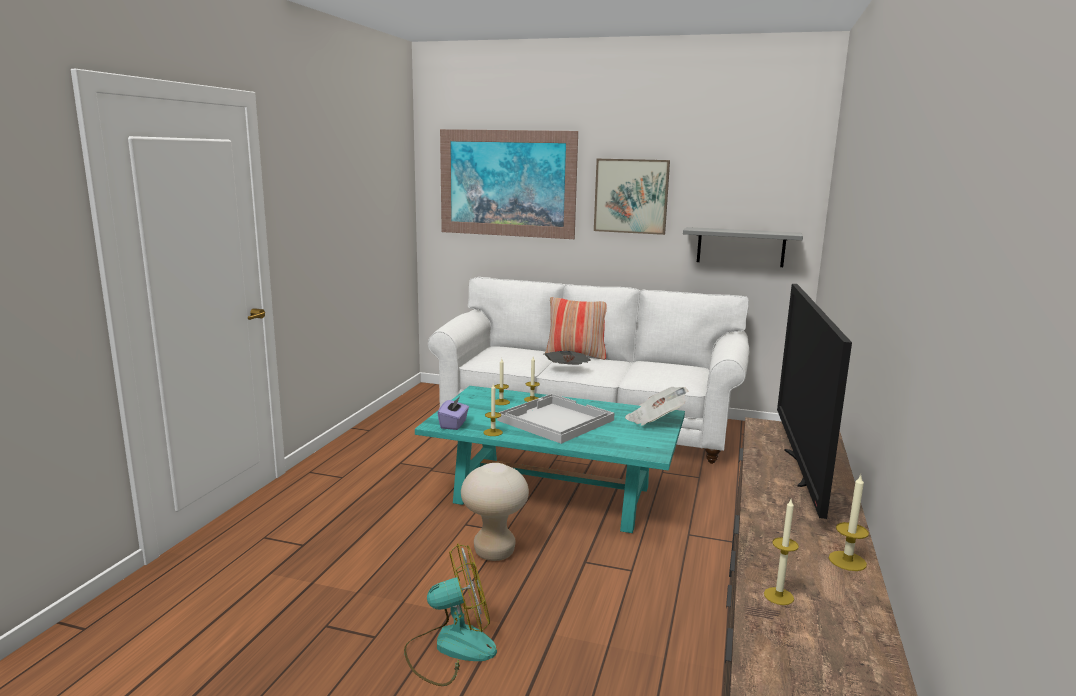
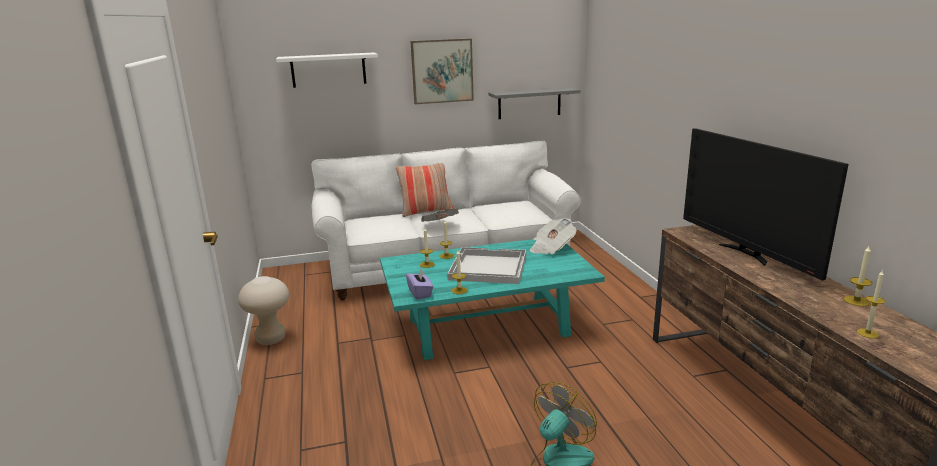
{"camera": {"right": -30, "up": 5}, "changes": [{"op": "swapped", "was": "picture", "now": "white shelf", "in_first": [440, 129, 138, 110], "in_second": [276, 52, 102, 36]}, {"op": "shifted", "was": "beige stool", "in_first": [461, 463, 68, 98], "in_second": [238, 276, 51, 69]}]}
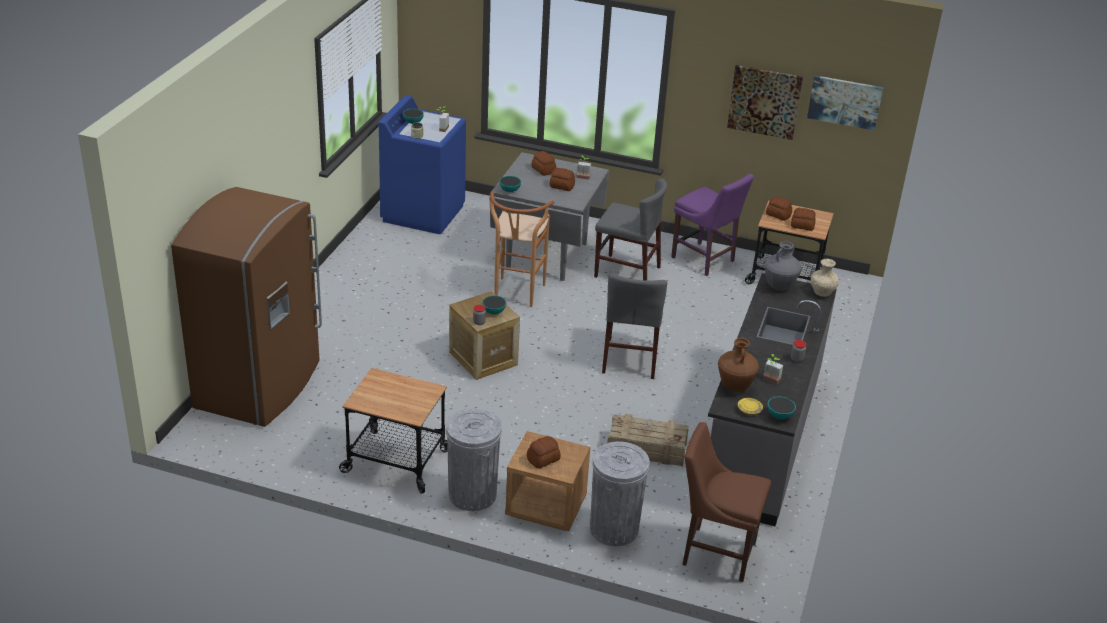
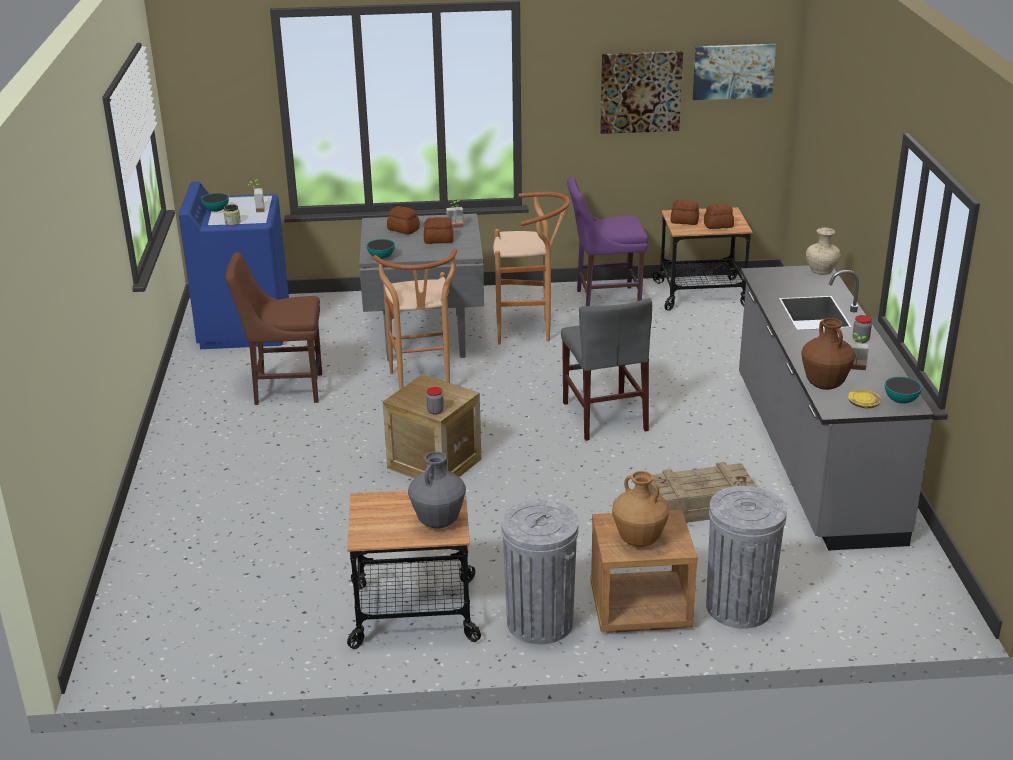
{"camera": {"right": -20, "up": -5}, "changes": [{"op": "gone", "was": "brown fridge", "in_first": [171, 187, 151, 240]}, {"op": "gone", "was": "bowl", "in_first": [482, 296, 24, 18]}, {"op": "swapped", "was": "bread", "now": "brown vase", "in_first": [527, 436, 34, 32], "in_second": [612, 471, 57, 76]}, {"op": "swapped", "was": "grey chair", "now": "brown stool", "in_first": [594, 178, 74, 102], "in_second": [493, 192, 77, 153]}, {"op": "rotated", "was": "purple chair", "in_first": [671, 174, 83, 102], "in_second": [567, 177, 81, 129], "clockwise": 150}, {"op": "shifted", "was": "brown chair", "in_first": [682, 422, 89, 160], "in_second": [225, 252, 97, 153]}, {"op": "shifted", "was": "grey vase", "in_first": [765, 242, 36, 49], "in_second": [408, 451, 58, 78]}]}
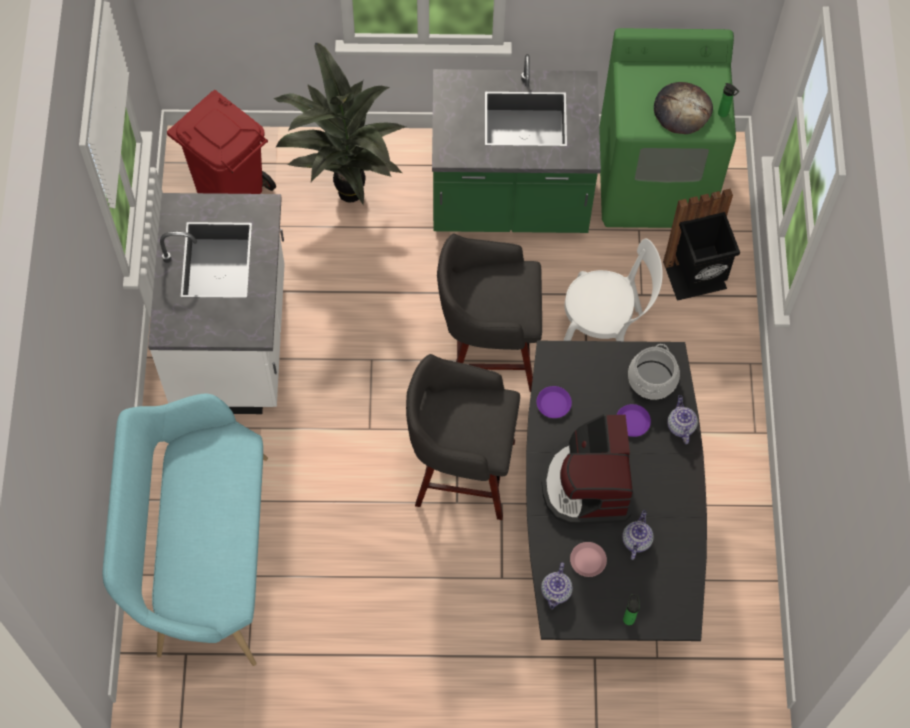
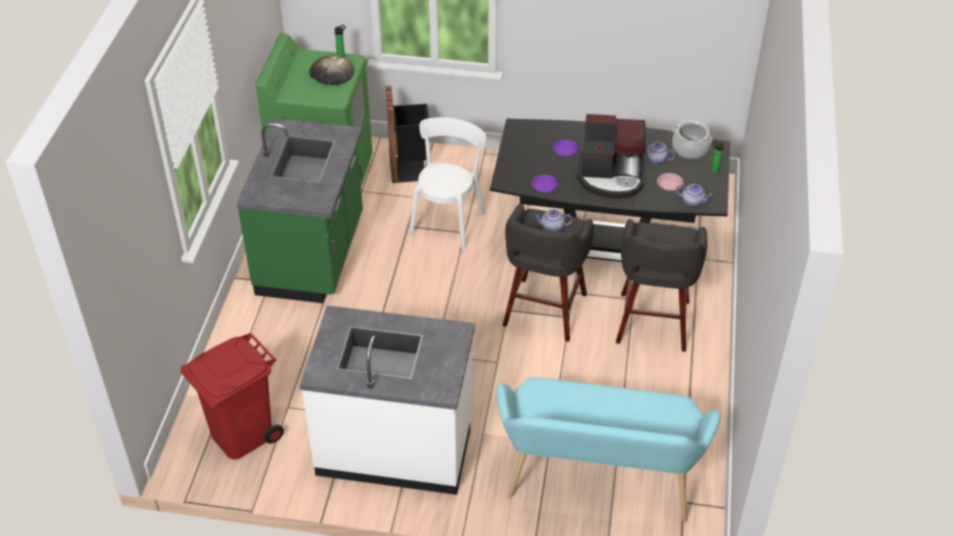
{"camera": {"right": -80, "up": -20}, "changes": [{"op": "gone", "was": "potted plant", "in_first": [274, 43, 132, 163]}, {"op": "shifted", "was": "grey stool", "in_first": [437, 234, 105, 158], "in_second": [616, 219, 91, 133]}, {"op": "shifted", "was": "cooking pot", "in_first": [628, 344, 52, 56], "in_second": [672, 121, 41, 38]}, {"op": "shifted", "was": "teapot", "in_first": [667, 395, 31, 49], "in_second": [534, 209, 39, 23]}]}
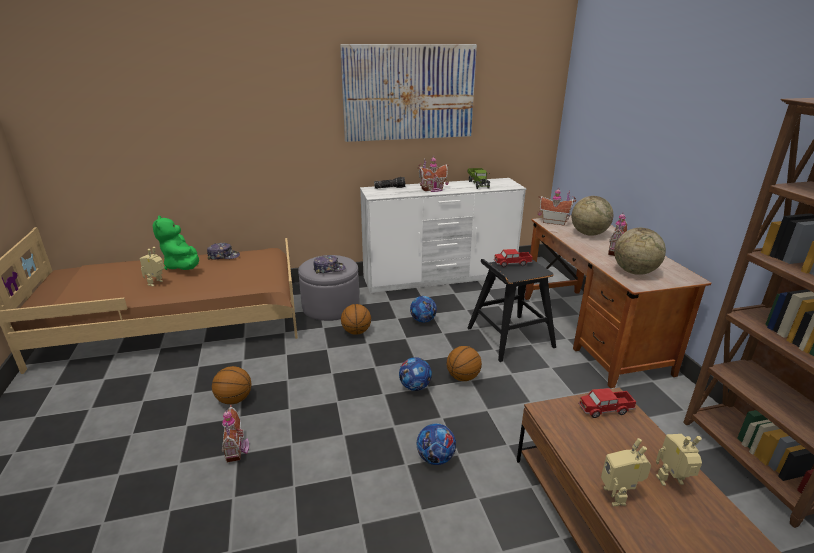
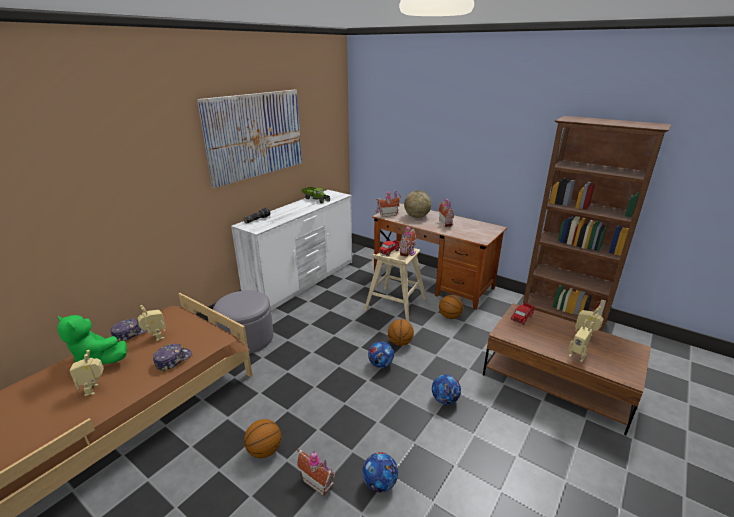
{"camera": {"right": -40, "up": 0}, "changes": [{"op": "shifted", "was": "cap", "in_first": [314, 255, 32, 19], "in_second": [153, 344, 39, 28]}, {"op": "shifted", "was": "basketball", "in_first": [341, 304, 30, 31], "in_second": [439, 295, 24, 24]}, {"op": "shifted", "was": "football", "in_first": [410, 296, 27, 27], "in_second": [362, 452, 36, 41]}, {"op": "shifted", "was": "toy house", "in_first": [418, 156, 31, 36], "in_second": [399, 227, 17, 30]}, {"op": "repainted", "was": "black stool", "now": "beige stool", "in_first": [467, 259, 89, 103], "in_second": [364, 248, 62, 74]}, {"op": "gone", "was": "globe", "in_first": [614, 228, 52, 47]}, {"op": "new", "now": "toy robot", "in_second": [137, 305, 29, 36]}]}
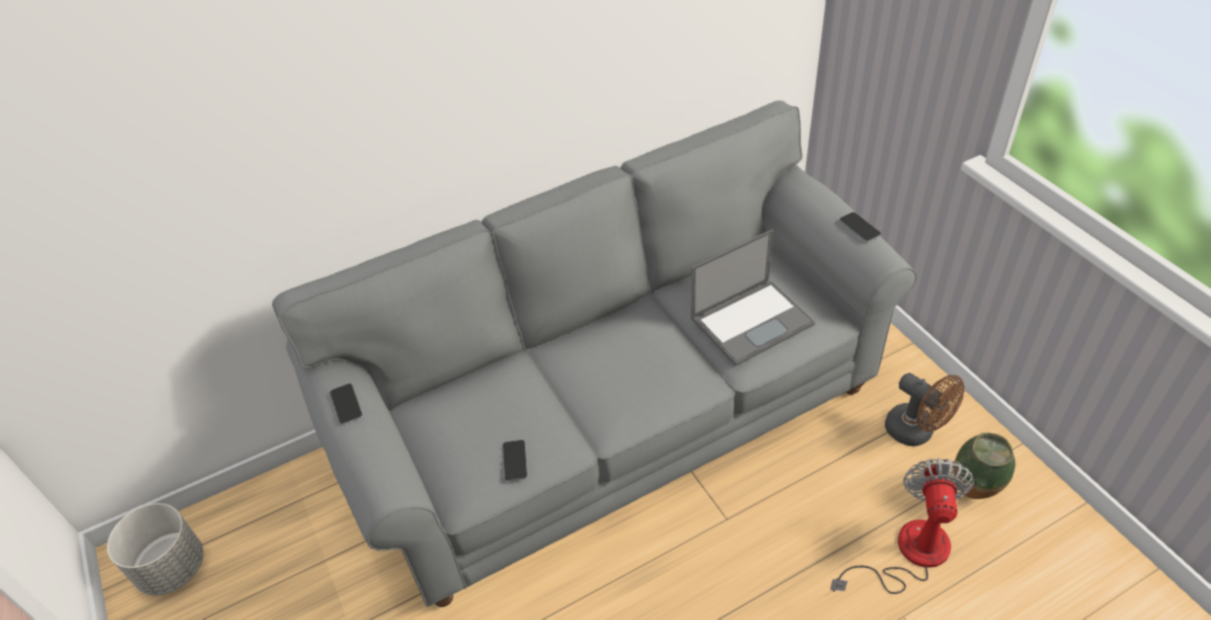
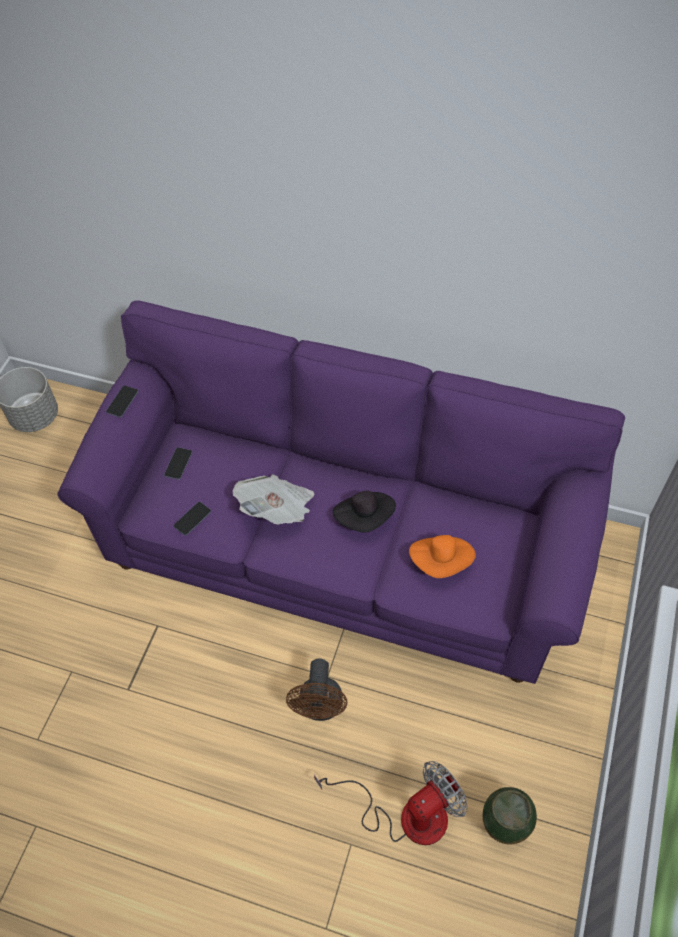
{"camera": {"right": 45, "up": 10}, "changes": [{"op": "repainted", "was": "grey sofa", "now": "purple sofa", "in_first": [272, 100, 645, 507], "in_second": [57, 300, 568, 384]}, {"op": "swapped", "was": "laptop", "now": "orange hat", "in_first": [691, 229, 124, 137], "in_second": [409, 535, 67, 43]}, {"op": "shifted", "was": "phone", "in_first": [840, 212, 41, 30], "in_second": [164, 447, 28, 33]}, {"op": "shifted", "was": "brown fan", "in_first": [885, 373, 80, 73], "in_second": [286, 659, 62, 62]}, {"op": "new", "now": "newspaper", "in_second": [232, 474, 83, 51]}, {"op": "new", "now": "black hat", "in_second": [333, 490, 63, 42]}]}
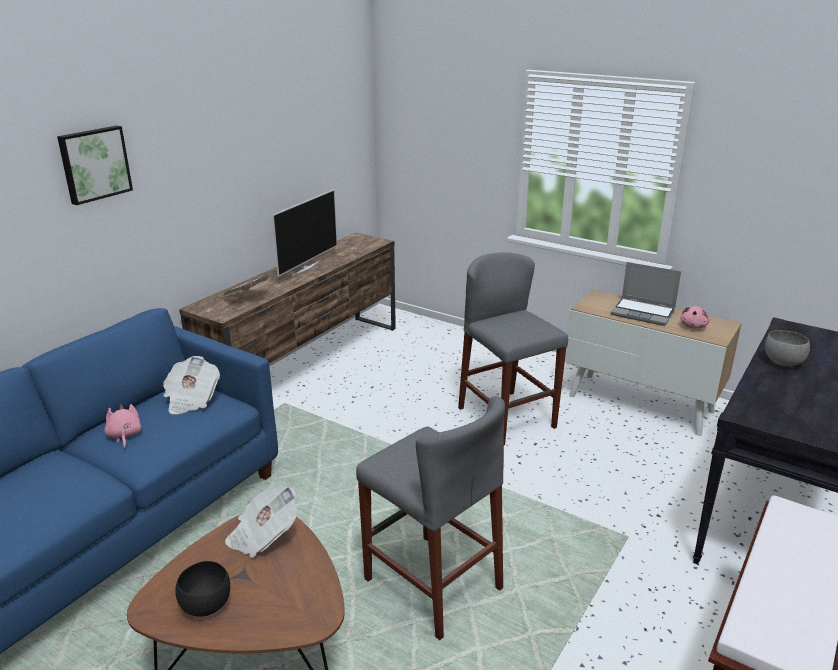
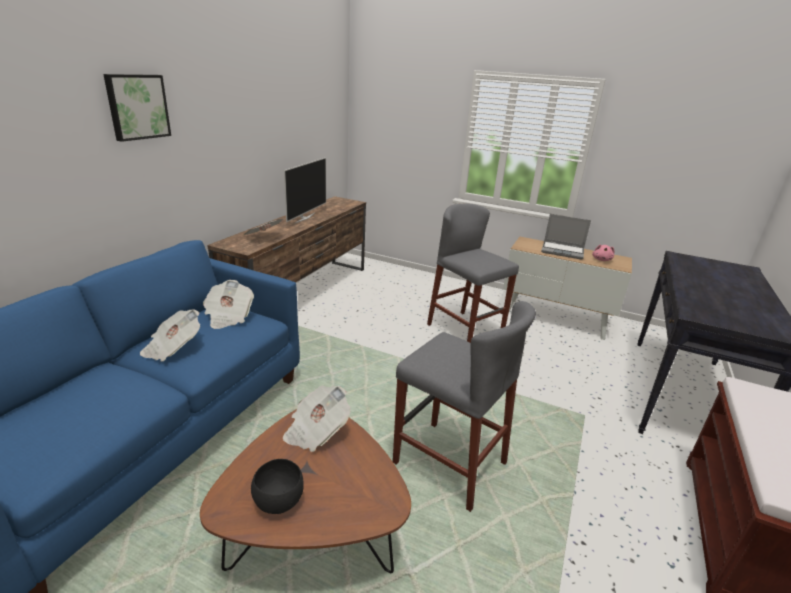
{"camera": {"right": -10, "up": 0}, "changes": [{"op": "swapped", "was": "pink plush toy", "now": "newspaper", "in_first": [105, 404, 37, 44], "in_second": [140, 309, 60, 52]}, {"op": "gone", "was": "grey bowl", "in_first": [765, 330, 45, 36]}]}
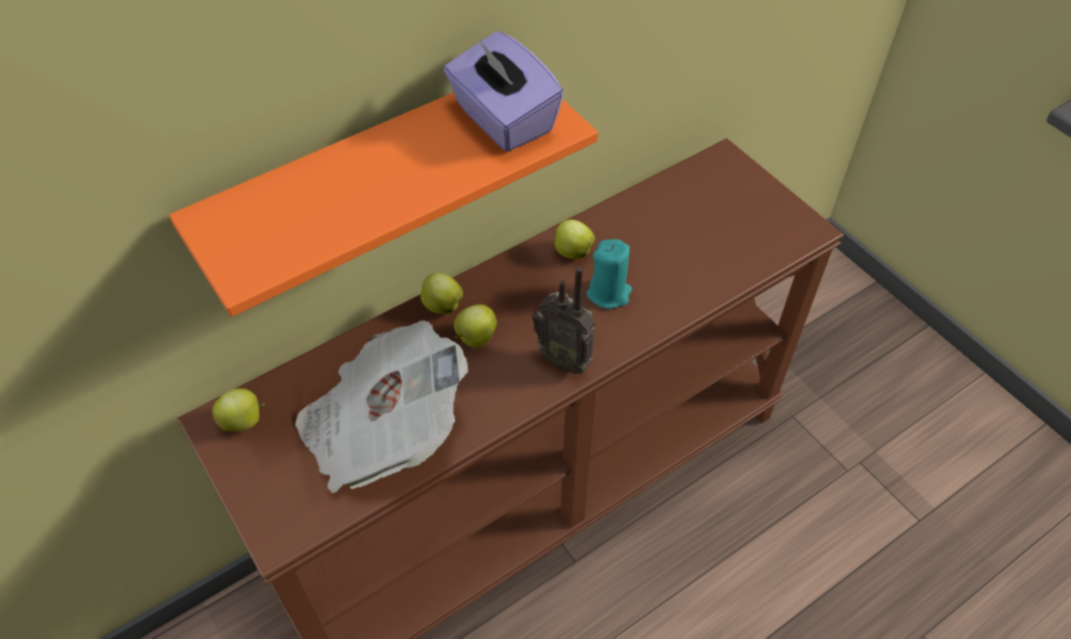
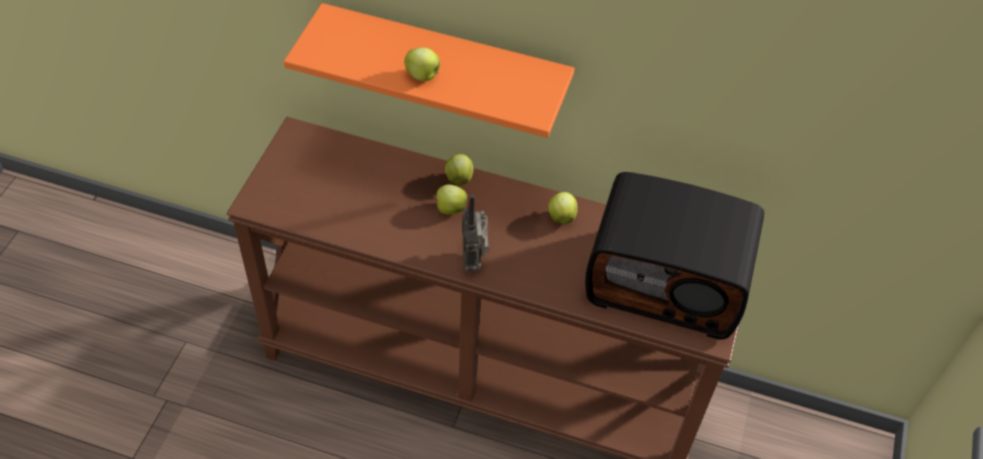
{"camera": {"right": 50, "up": 0}, "changes": [{"op": "shifted", "was": "apple", "in_first": [212, 388, 53, 44], "in_second": [404, 48, 36, 33]}, {"op": "gone", "was": "newspaper", "in_first": [295, 321, 173, 172]}, {"op": "gone", "was": "purple tissue box", "in_first": [444, 31, 120, 121]}, {"op": "gone", "was": "turquoise candle", "in_first": [586, 239, 46, 70]}, {"op": "new", "now": "radio", "in_second": [585, 172, 179, 167]}]}
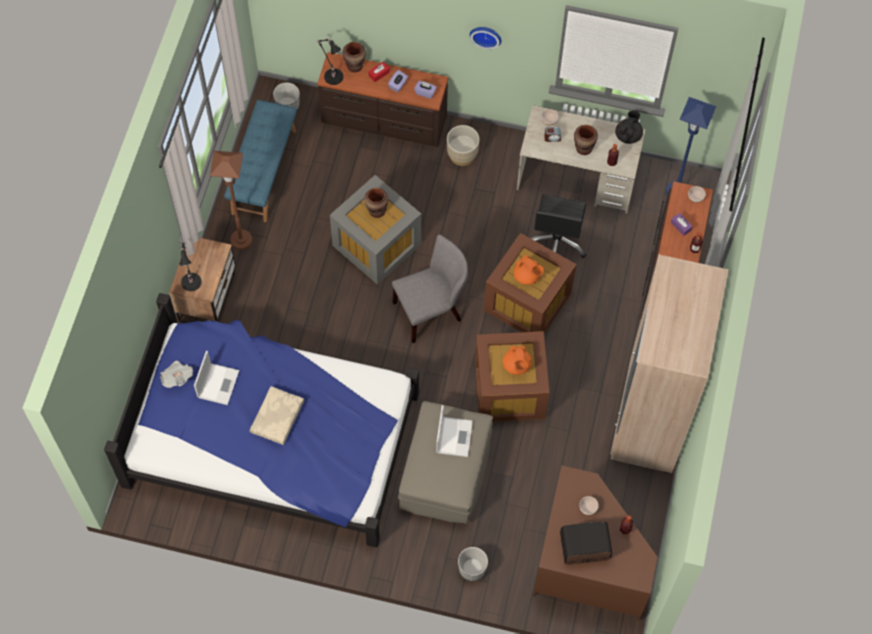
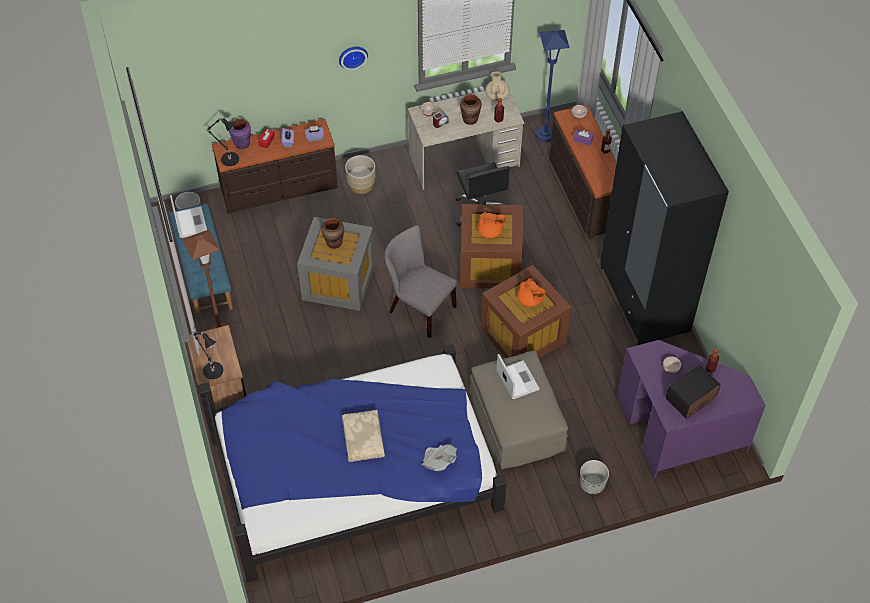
{"camera": {"right": -30, "up": -10}, "changes": [{"op": "shifted", "was": "newspaper", "in_first": [160, 361, 33, 27], "in_second": [422, 444, 35, 27]}, {"op": "shifted", "was": "laptop", "in_first": [194, 351, 45, 54], "in_second": [170, 195, 37, 43]}, {"op": "repainted", "was": "brown vase", "now": "purple vase", "in_first": [342, 42, 24, 30], "in_second": [229, 119, 22, 30]}, {"op": "rotated", "was": "grey chair", "in_first": [392, 234, 76, 109], "in_second": [384, 225, 73, 113], "clockwise": -90}, {"op": "repainted", "was": "brown desk", "now": "purple desk", "in_first": [533, 465, 124, 156], "in_second": [617, 340, 149, 138]}, {"op": "repainted", "was": "beige wardrobe", "now": "black wardrobe", "in_first": [610, 254, 119, 220], "in_second": [600, 111, 129, 234]}, {"op": "repainted", "was": "black teapot", "now": "beige teapot", "in_first": [615, 110, 28, 34], "in_second": [485, 71, 25, 30]}]}
